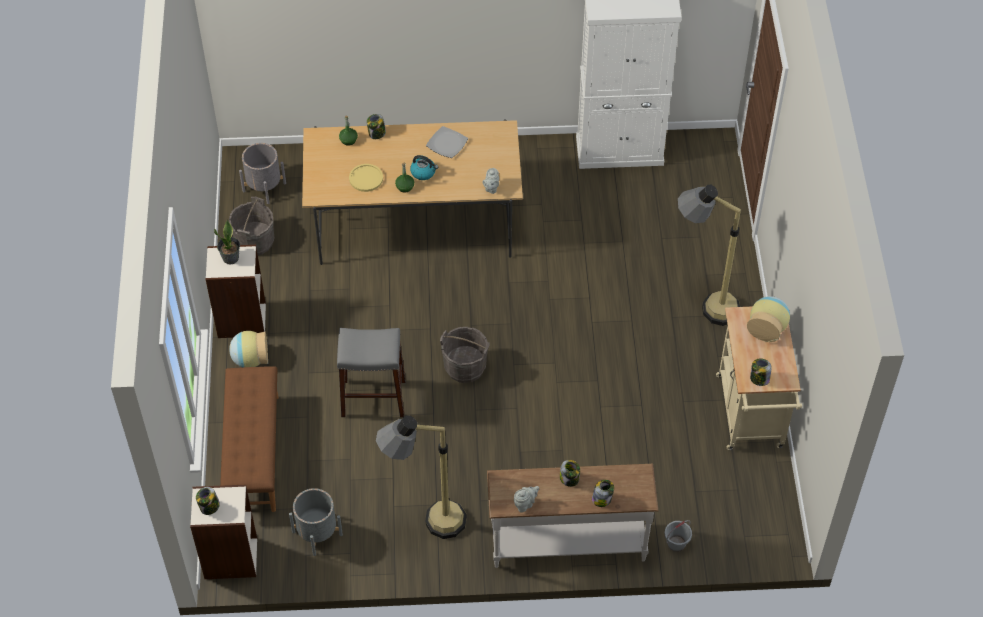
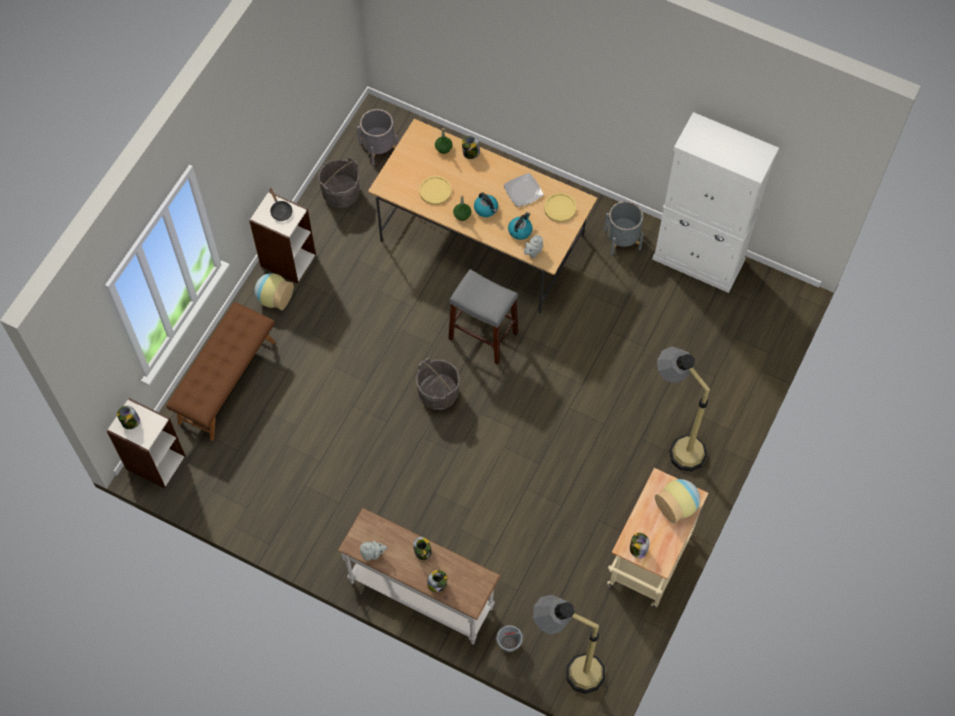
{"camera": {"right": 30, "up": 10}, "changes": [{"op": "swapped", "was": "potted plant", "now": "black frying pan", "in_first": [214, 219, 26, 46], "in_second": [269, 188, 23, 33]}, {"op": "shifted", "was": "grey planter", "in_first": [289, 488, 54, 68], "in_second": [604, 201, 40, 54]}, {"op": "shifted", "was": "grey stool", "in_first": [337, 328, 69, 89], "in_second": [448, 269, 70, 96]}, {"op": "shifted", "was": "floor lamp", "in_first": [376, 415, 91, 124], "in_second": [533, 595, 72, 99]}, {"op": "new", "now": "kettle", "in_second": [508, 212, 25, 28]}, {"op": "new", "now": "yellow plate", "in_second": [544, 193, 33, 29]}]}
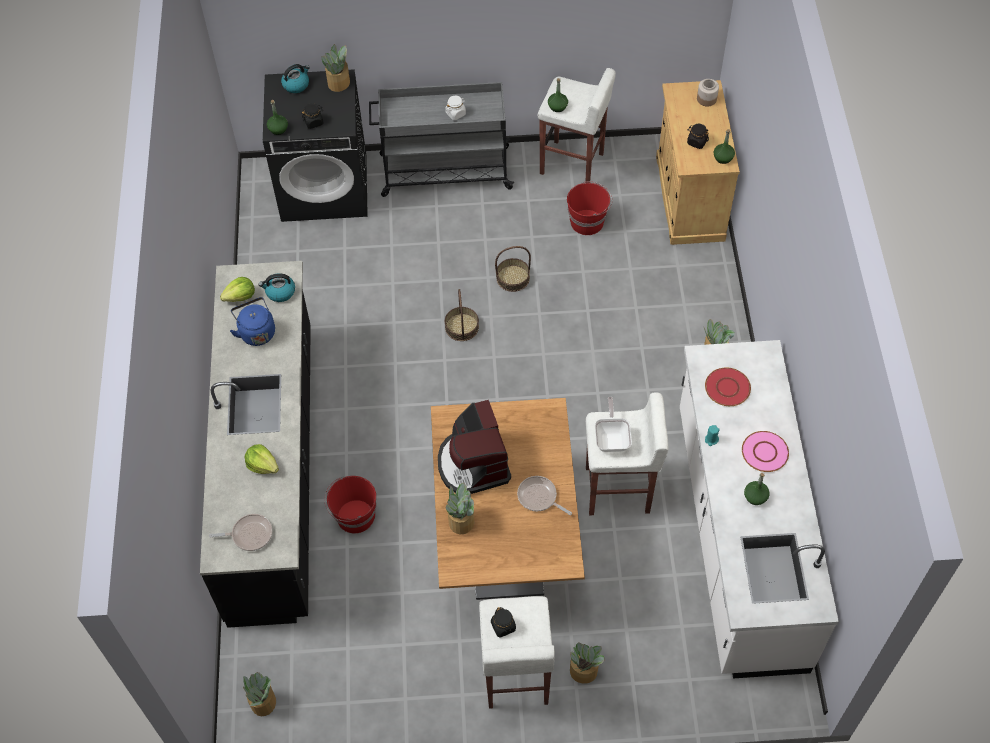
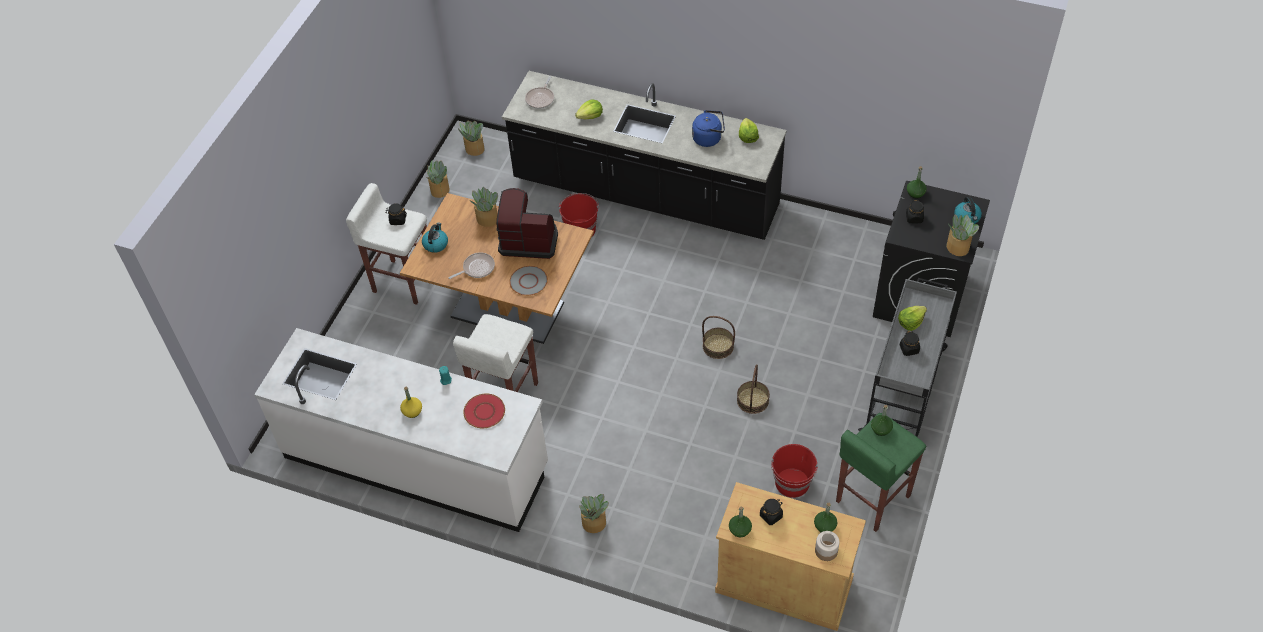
{"camera": {"right": 115, "up": -5}, "changes": [{"op": "shifted", "was": "kettle", "in_first": [259, 273, 36, 29], "in_second": [422, 223, 26, 30]}, {"op": "repainted", "was": "white jar", "now": "black jar", "in_first": [445, 96, 21, 24], "in_second": [900, 331, 20, 25]}, {"op": "repainted", "was": "white stool", "now": "green stool", "in_first": [538, 68, 78, 115], "in_second": [836, 413, 90, 119]}, {"op": "shifted", "was": "potted plant", "in_first": [570, 642, 35, 42], "in_second": [426, 161, 24, 37]}, {"op": "gone", "was": "frying pan", "in_first": [595, 397, 37, 55]}, {"op": "swapped", "was": "pink plate", "now": "yellow bottle", "in_first": [742, 431, 47, 41], "in_second": [400, 387, 22, 31]}, {"op": "shifted", "was": "green bottle", "in_first": [744, 473, 25, 32], "in_second": [814, 503, 24, 29]}, {"op": "new", "now": "grey plate", "in_second": [509, 266, 39, 30]}, {"op": "new", "now": "lettuce", "in_second": [898, 306, 29, 25]}]}
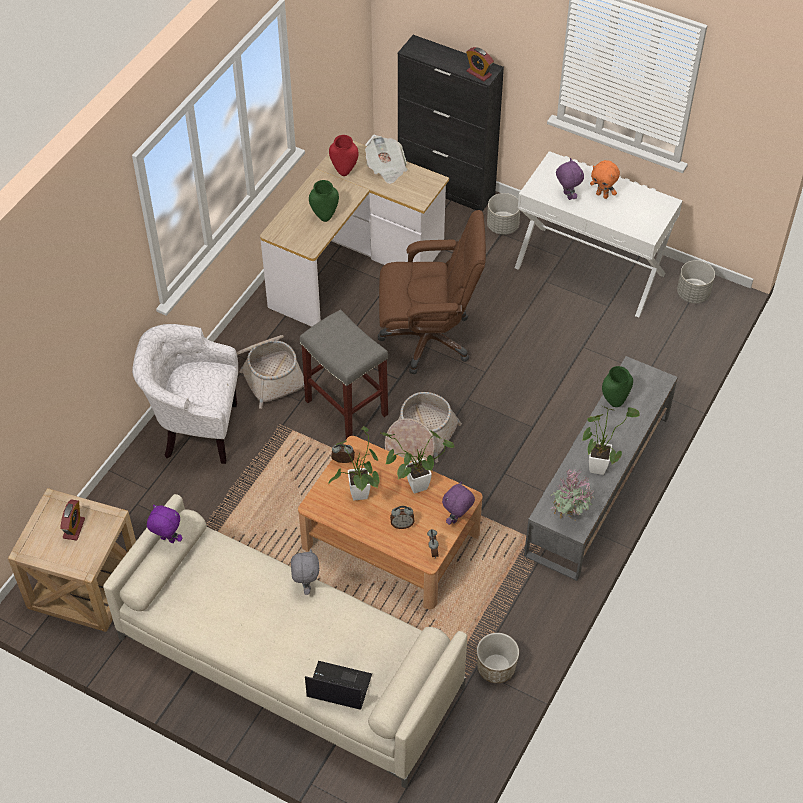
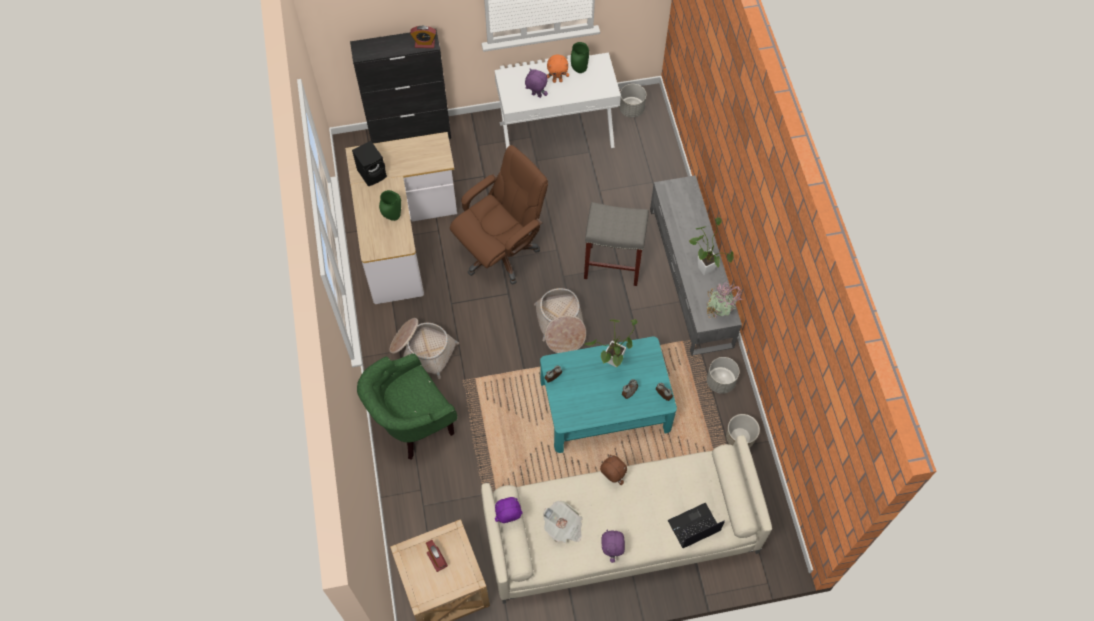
{"camera": {"right": -40, "up": 10}, "changes": [{"op": "repainted", "was": "white armchair", "now": "green armchair", "in_first": [132, 324, 106, 140], "in_second": [357, 353, 100, 107]}, {"op": "repainted", "was": "grey plush toy", "now": "brown plush toy", "in_first": [291, 549, 28, 46], "in_second": [600, 454, 27, 31]}, {"op": "repainted", "was": "brown coffee table", "now": "turquoise coffee table", "in_first": [298, 436, 185, 174], "in_second": [540, 336, 137, 117]}, {"op": "shifted", "was": "grey stool", "in_first": [300, 309, 88, 130], "in_second": [584, 202, 65, 84]}, {"op": "gone", "was": "potted plant", "in_first": [328, 426, 52, 75]}, {"op": "swapped", "was": "red vase", "now": "black speaker", "in_first": [329, 135, 30, 41], "in_second": [352, 141, 35, 45]}, {"op": "shifted", "was": "newspaper", "in_first": [365, 136, 43, 48], "in_second": [543, 501, 39, 42]}, {"op": "shifted", "was": "purple plush toy", "in_first": [442, 482, 33, 43], "in_second": [601, 529, 24, 34]}, {"op": "shifted", "was": "grey planter", "in_first": [487, 193, 33, 42], "in_second": [707, 357, 32, 37]}, {"op": "shifted", "was": "green vase", "in_first": [602, 366, 31, 41], "in_second": [571, 42, 18, 31]}]}
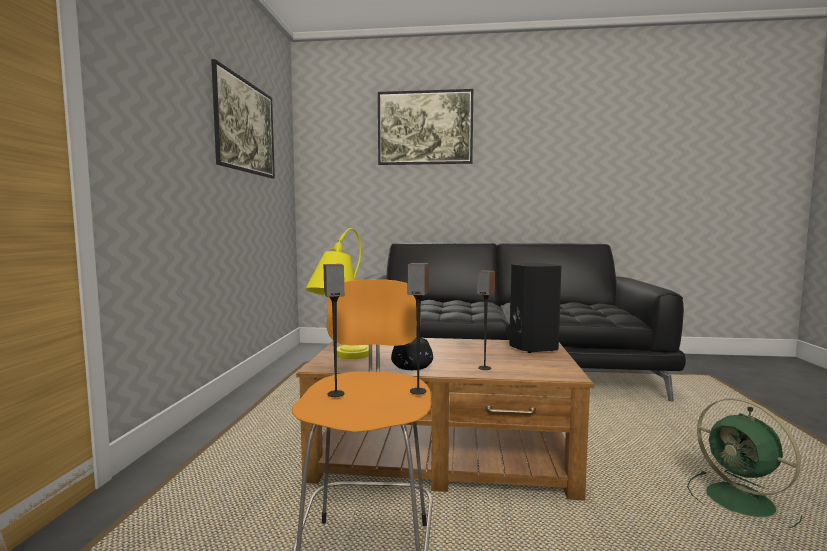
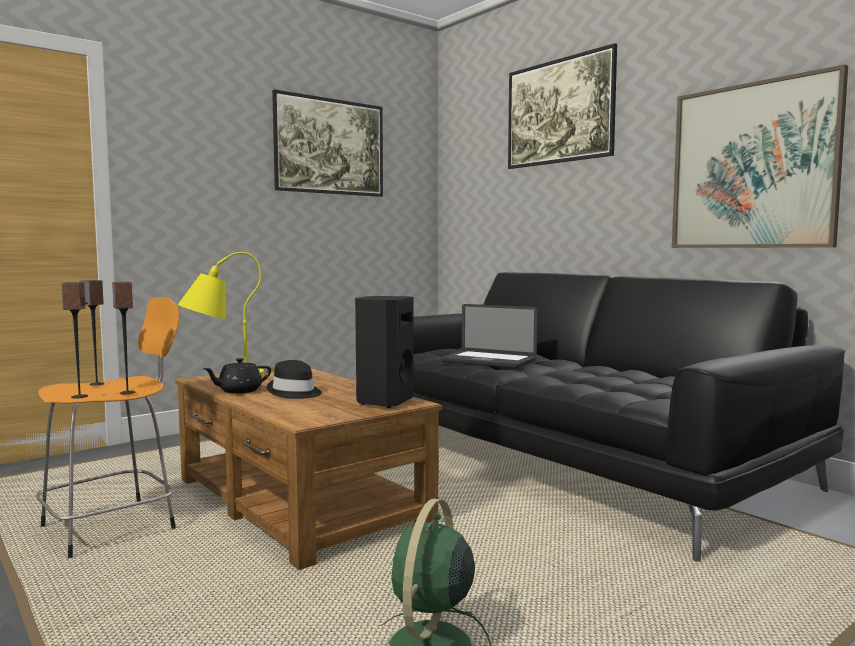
{"camera": {"right": 45, "up": 0}, "changes": [{"op": "shifted", "was": "speaker", "in_first": [477, 270, 18, 100], "in_second": [62, 282, 26, 116]}, {"op": "new", "now": "black hat", "in_second": [267, 360, 55, 39]}, {"op": "new", "now": "laptop", "in_second": [441, 304, 96, 64]}, {"op": "new", "now": "picture", "in_second": [672, 64, 176, 184]}]}
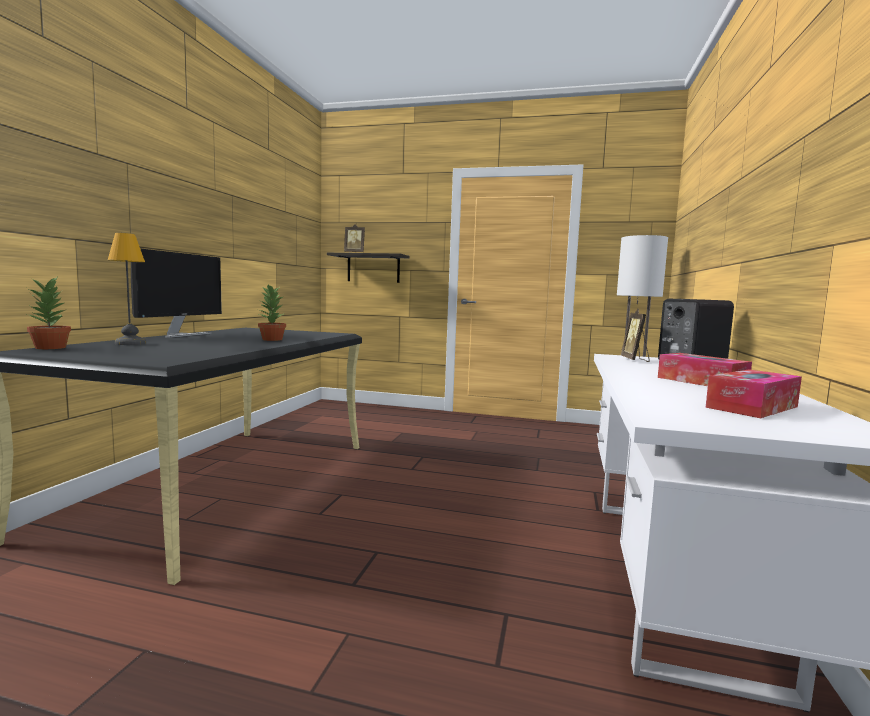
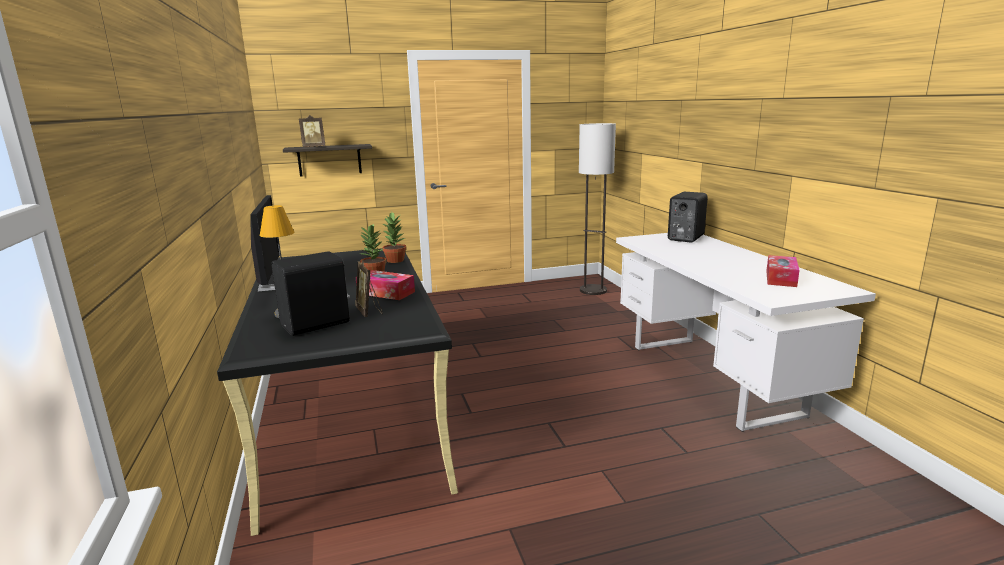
{"camera": {"right": -30, "up": 10}, "changes": [{"op": "shifted", "was": "potted plant", "in_first": [27, 276, 44, 73], "in_second": [382, 213, 25, 50]}, {"op": "shifted", "was": "picture frame", "in_first": [621, 309, 29, 53], "in_second": [356, 261, 27, 56]}, {"op": "shifted", "was": "tissue box", "in_first": [658, 353, 94, 33], "in_second": [355, 270, 60, 30]}, {"op": "new", "now": "black speaker", "in_second": [271, 251, 79, 85]}]}
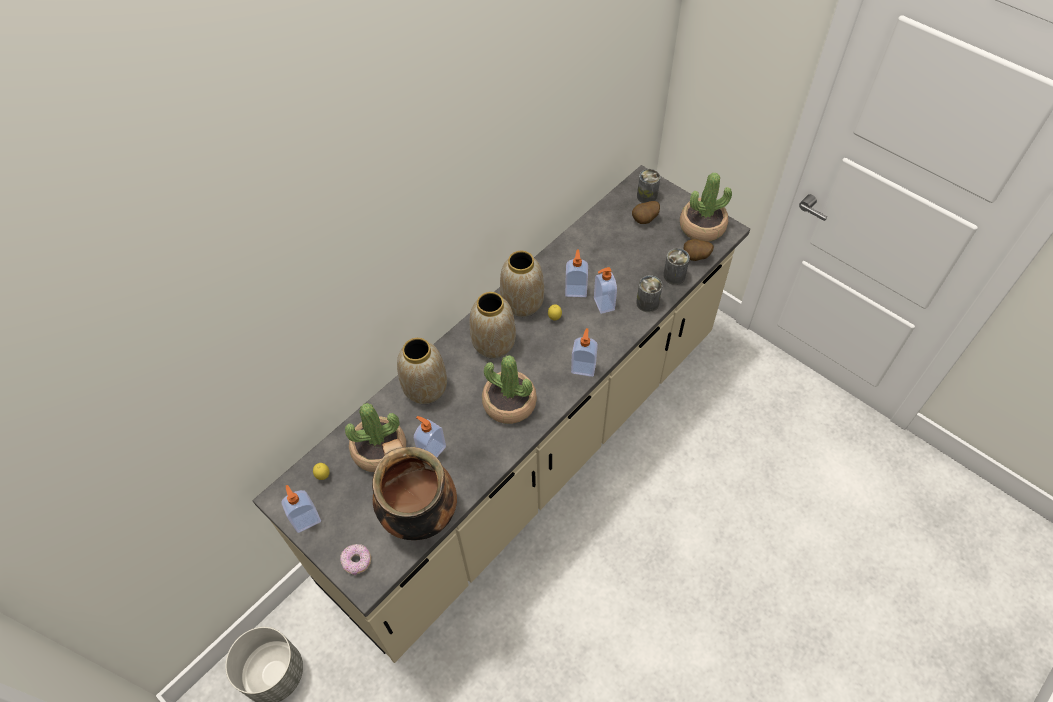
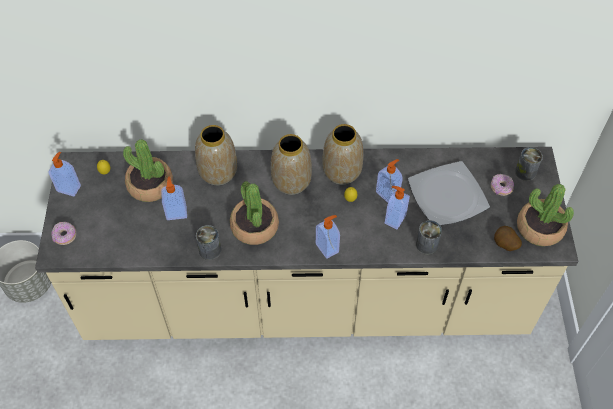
{"camera": {"right": 45, "up": 0}, "changes": [{"op": "gone", "was": "cooking pot", "in_first": [372, 439, 85, 101]}, {"op": "swapped", "was": "potato", "now": "donut", "in_first": [632, 201, 28, 23], "in_second": [491, 174, 23, 22]}, {"op": "shifted", "was": "can", "in_first": [663, 248, 27, 37], "in_second": [196, 225, 25, 35]}, {"op": "new", "now": "plate", "in_second": [408, 161, 82, 65]}]}
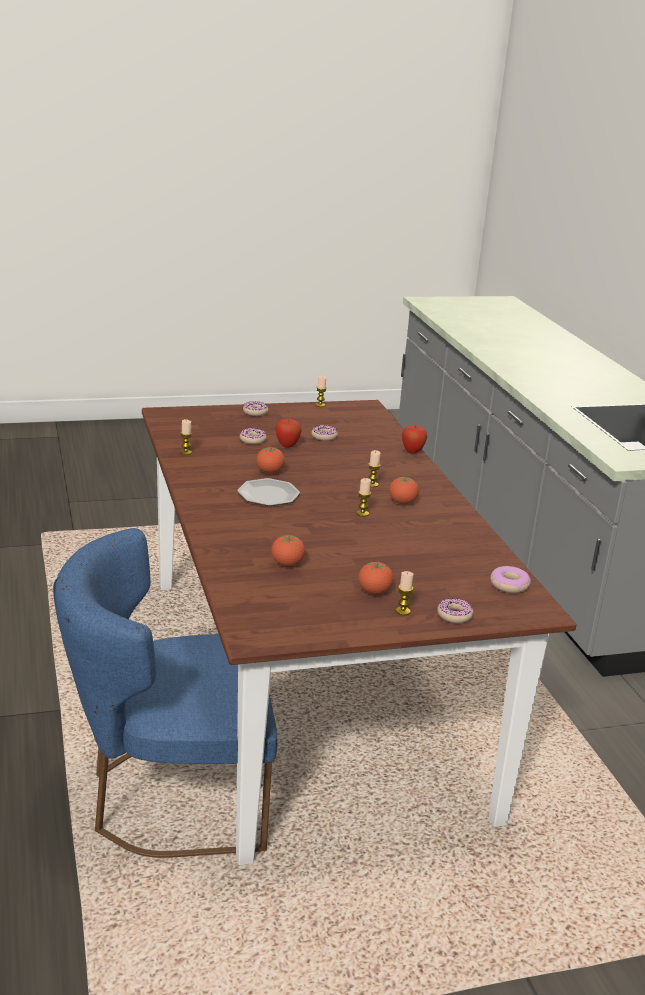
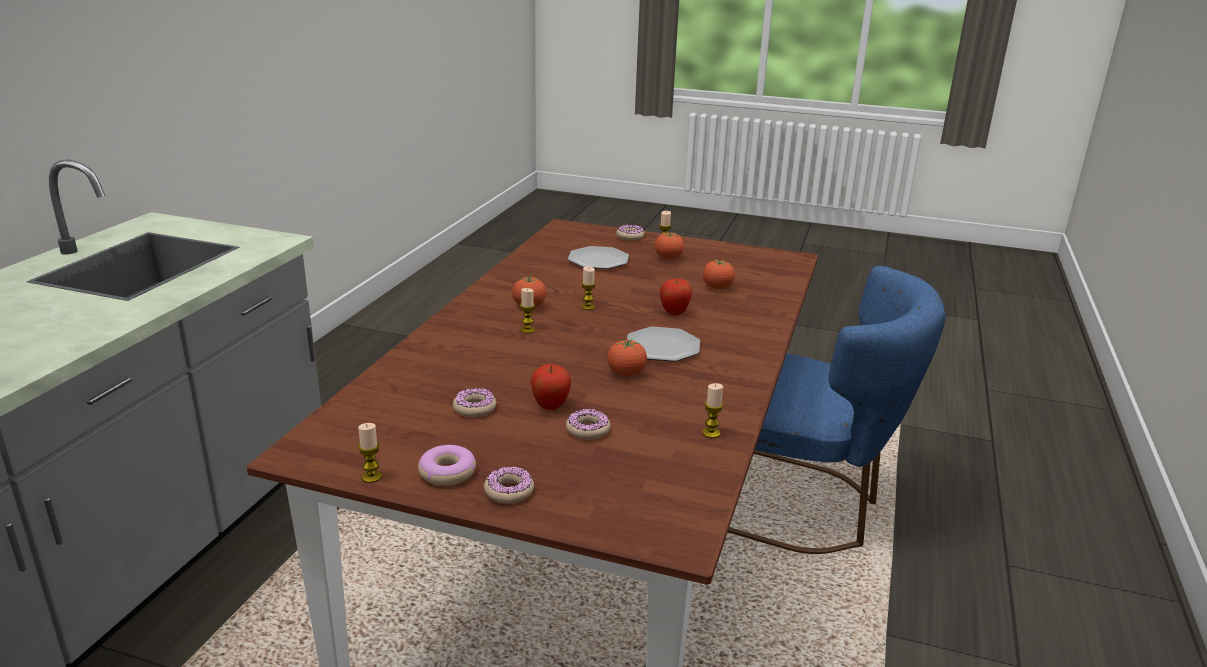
{"camera": {"right": -145, "up": 0}, "changes": [{"op": "shifted", "was": "apple", "in_first": [402, 425, 25, 29], "in_second": [660, 279, 32, 36]}, {"op": "shifted", "was": "donut", "in_first": [490, 566, 41, 27], "in_second": [418, 445, 58, 41]}, {"op": "new", "now": "plate", "in_second": [568, 246, 61, 23]}]}
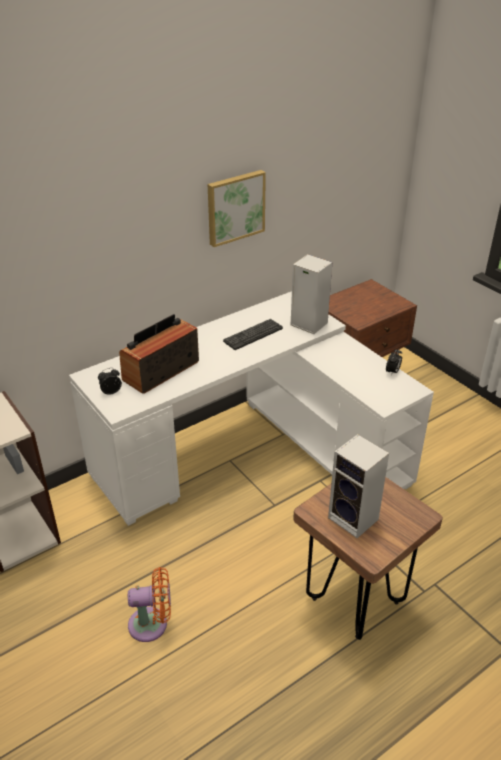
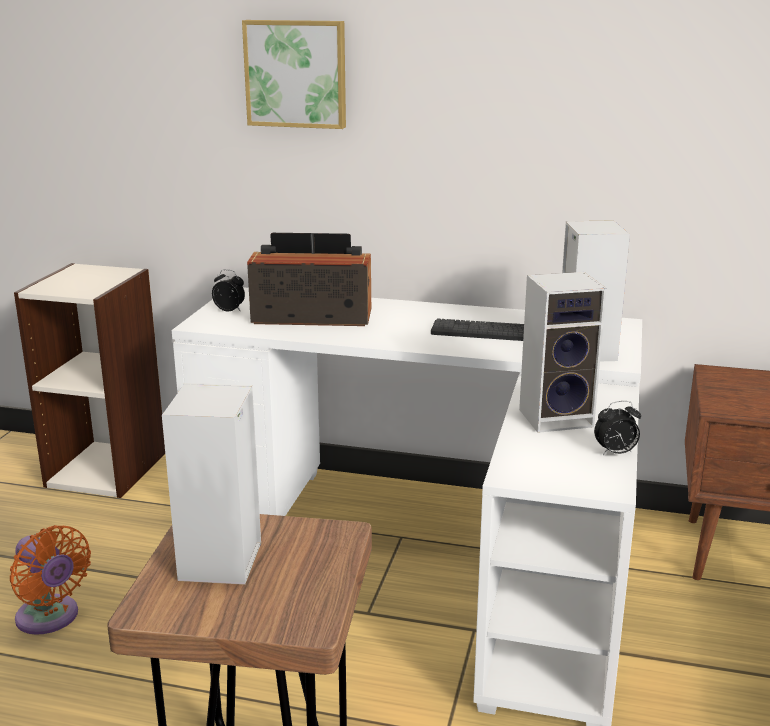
{"camera": {"right": 50, "up": -15}, "changes": [{"op": "shifted", "was": "picture", "in_first": [208, 170, 58, 77], "in_second": [242, 20, 104, 109]}, {"op": "new", "now": "speaker", "in_second": [519, 272, 88, 161]}]}
